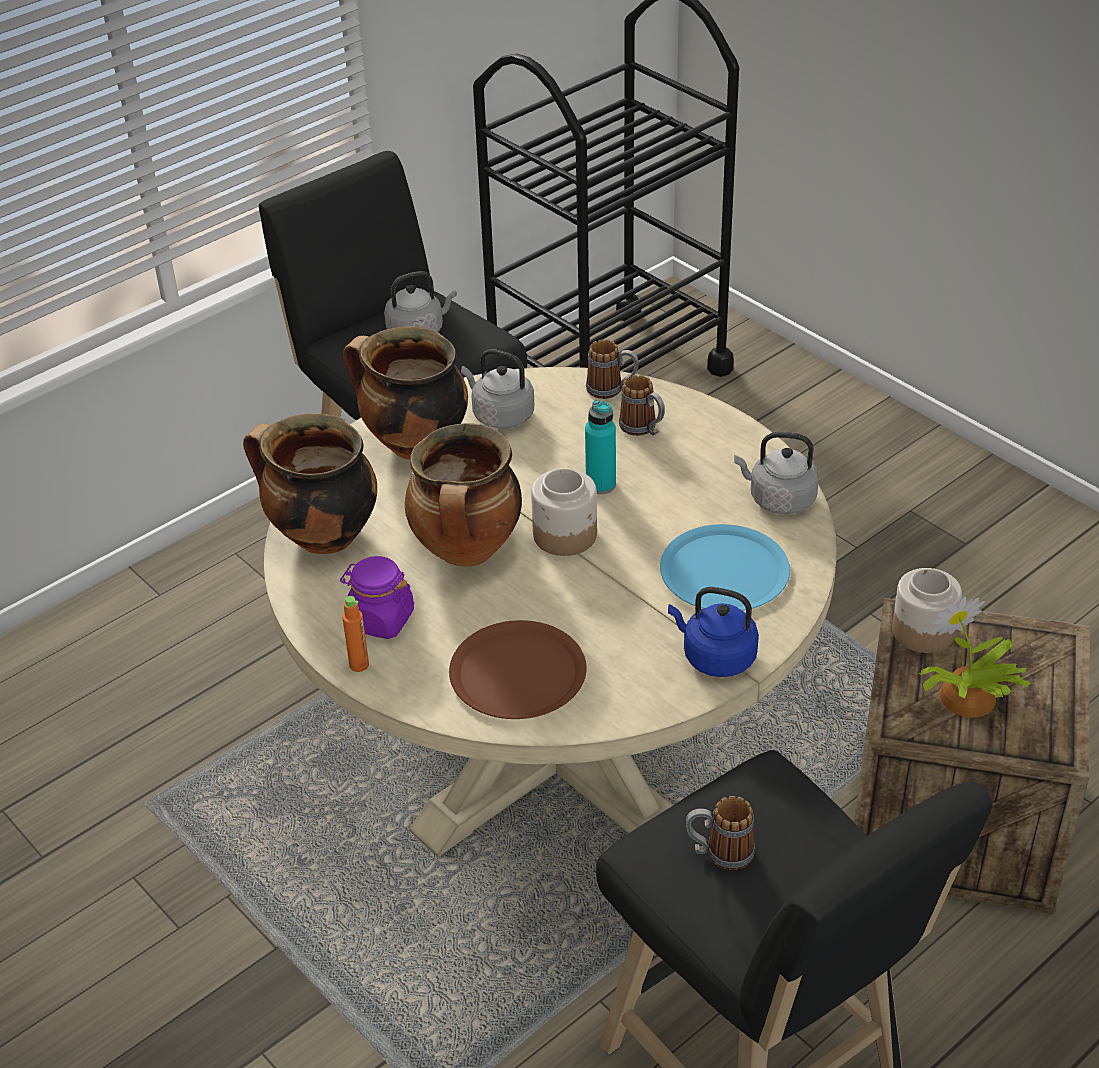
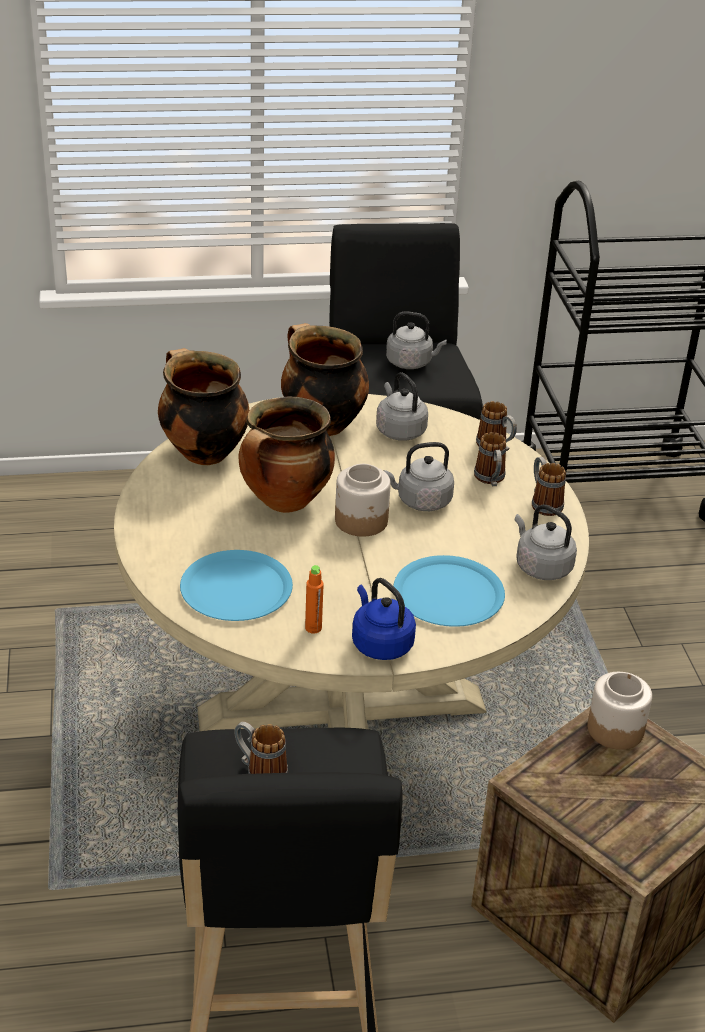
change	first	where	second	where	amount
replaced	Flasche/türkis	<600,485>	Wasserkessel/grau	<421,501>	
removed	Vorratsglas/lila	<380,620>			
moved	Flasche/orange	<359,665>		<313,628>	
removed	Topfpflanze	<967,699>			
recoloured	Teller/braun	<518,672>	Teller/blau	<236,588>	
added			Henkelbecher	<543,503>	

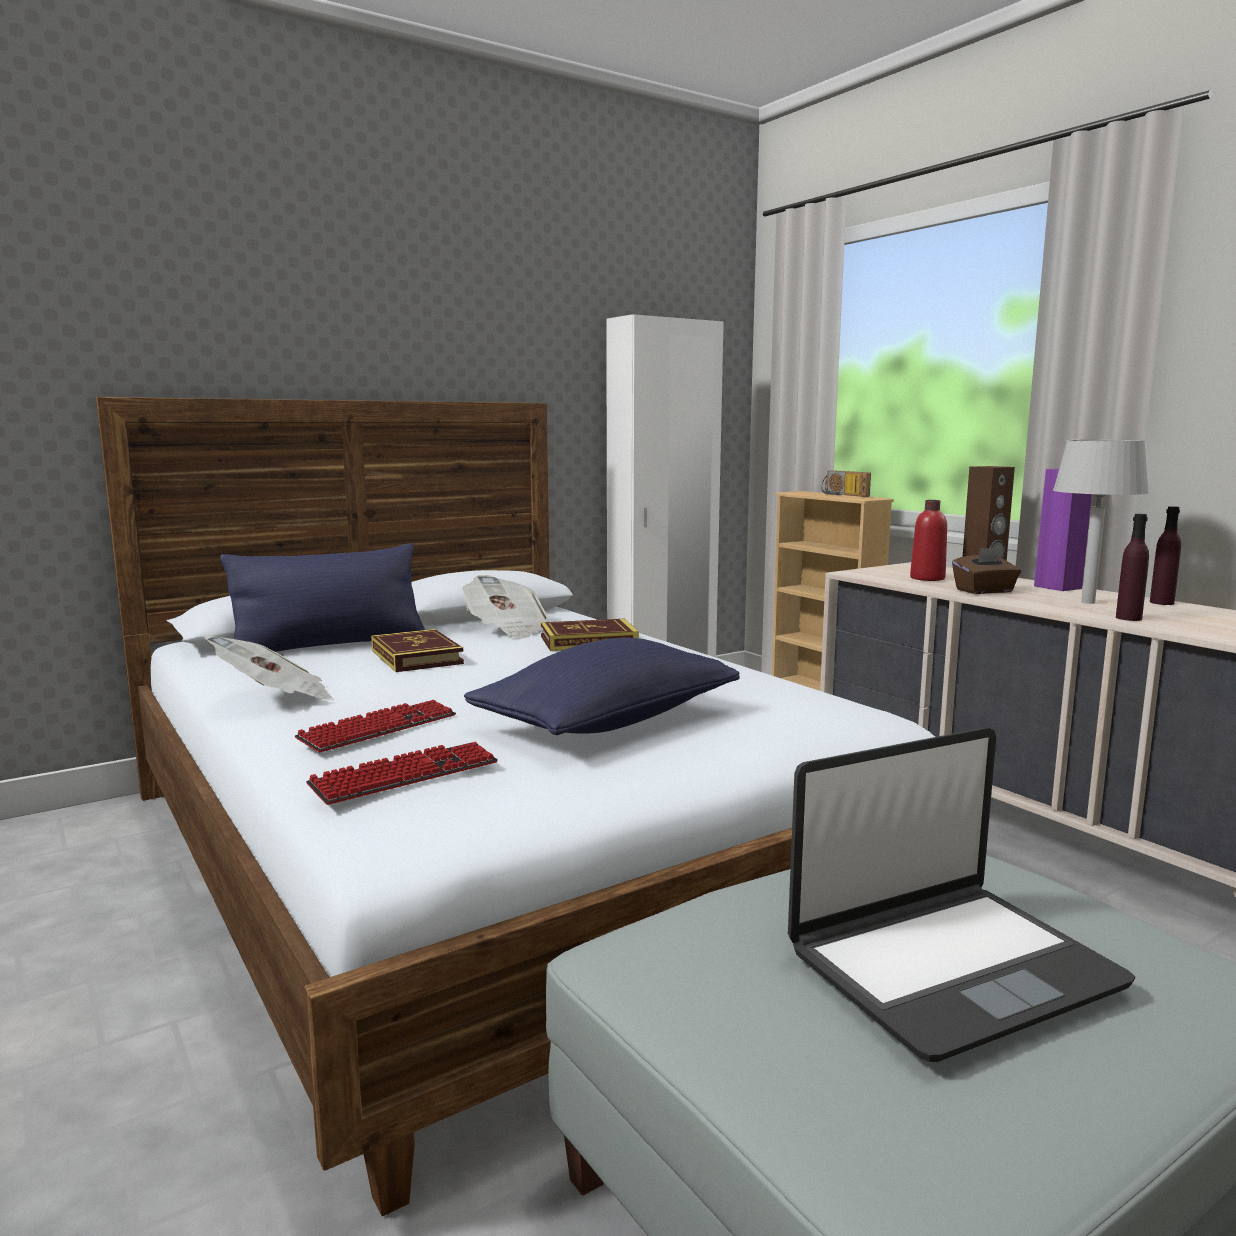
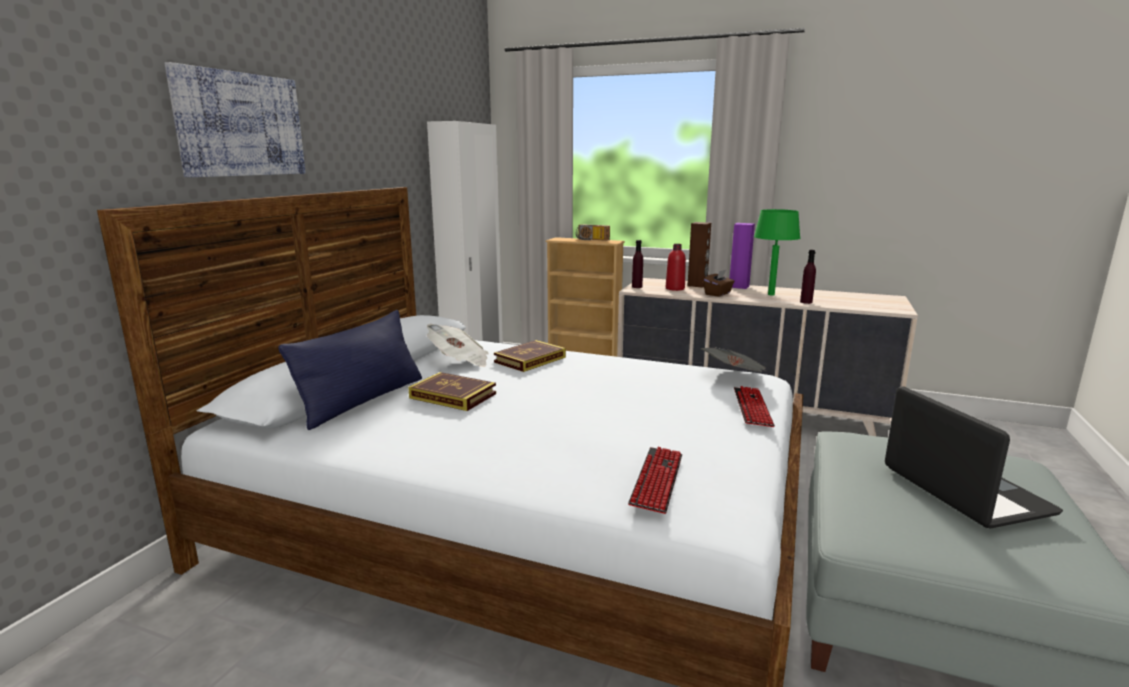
change	first	where	second	where	amount
recoloured	Tischlampe/grau	<1087,602>	Tischlampe/grün	<770,294>	
moved	Flasche/lila	<1161,602>		<637,287>	
moved	Zeitung	<275,699>		<734,377>	
removed	Kissen/blau	<607,723>			
moved	Tastatur	<379,728>		<752,408>	
turned	Laptop	<950,967>		<964,491>	45 degrees counterclockwise
added			Bild	<240,124>	

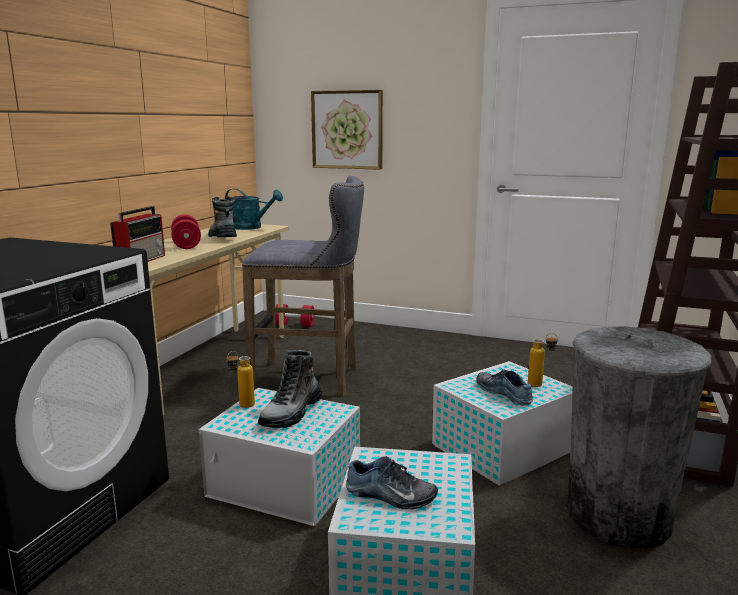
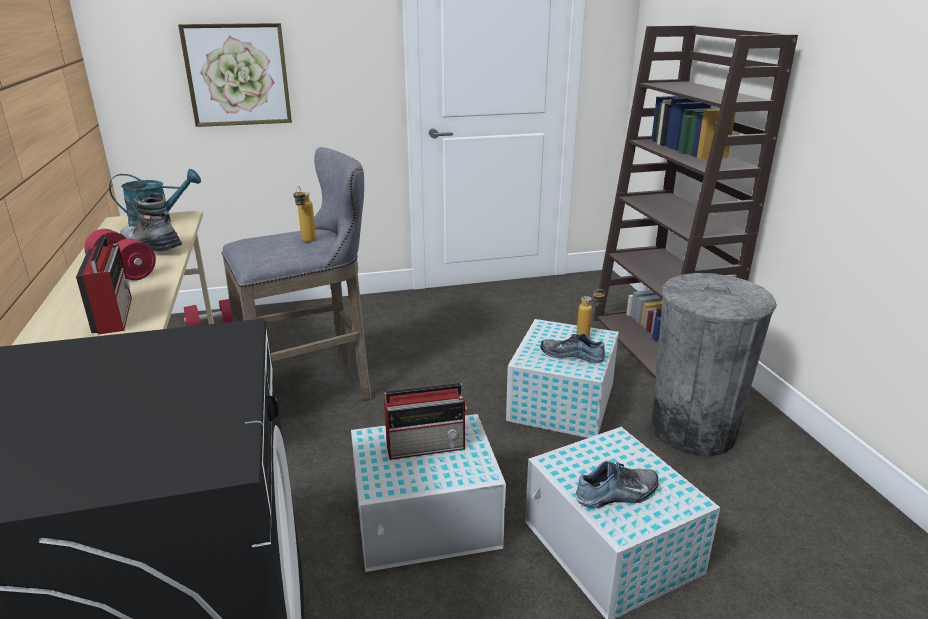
change	first	where	second	where	amount
replaced	Stiefel	<292,413>	Radio	<427,446>	
moved	Flasche	<241,407>		<306,241>	

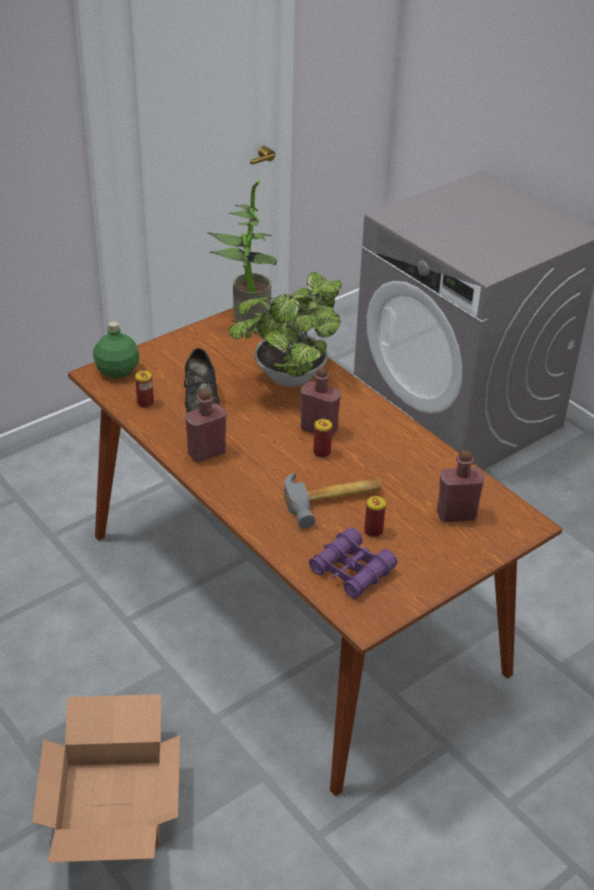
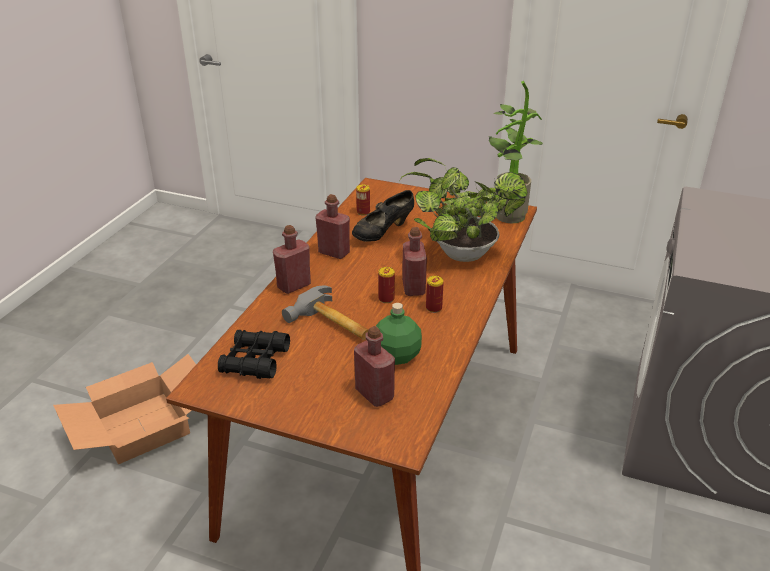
change	first	where	second	where	amount
moved	Flasche/grün	<116,371>		<396,355>	
moved	Dose	<373,531>		<434,308>	
recoloured	Fernglas/lila	<352,571>	Fernglas/schwarz	<255,361>	
added			Flasche/rot	<294,286>	

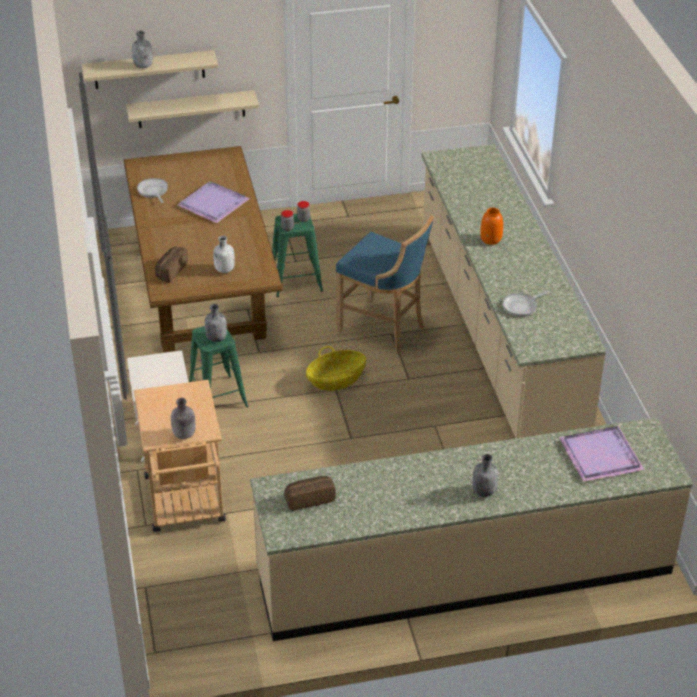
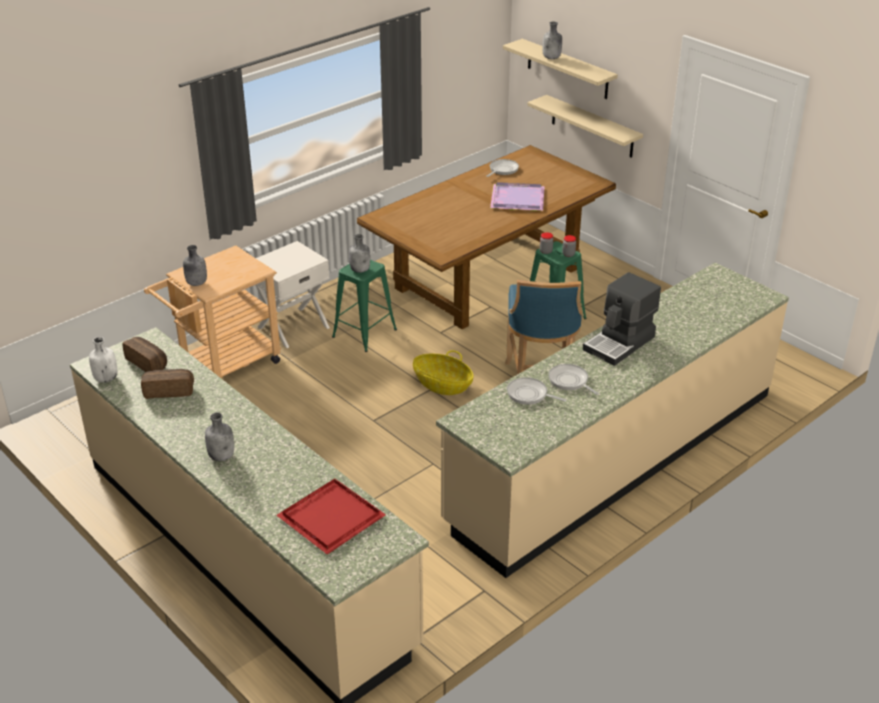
change	first	where	second	where	amount
replaced	Vase/orange	<491,239>	Kaffeemaschine	<620,343>	
moved	Flasche/weiß	<224,270>		<106,378>	
moved	Brot	<170,270>		<169,390>	
recoloured	Tablett/lila	<600,456>	Tablett/rot	<329,517>	
added			Pfanne	<570,381>	

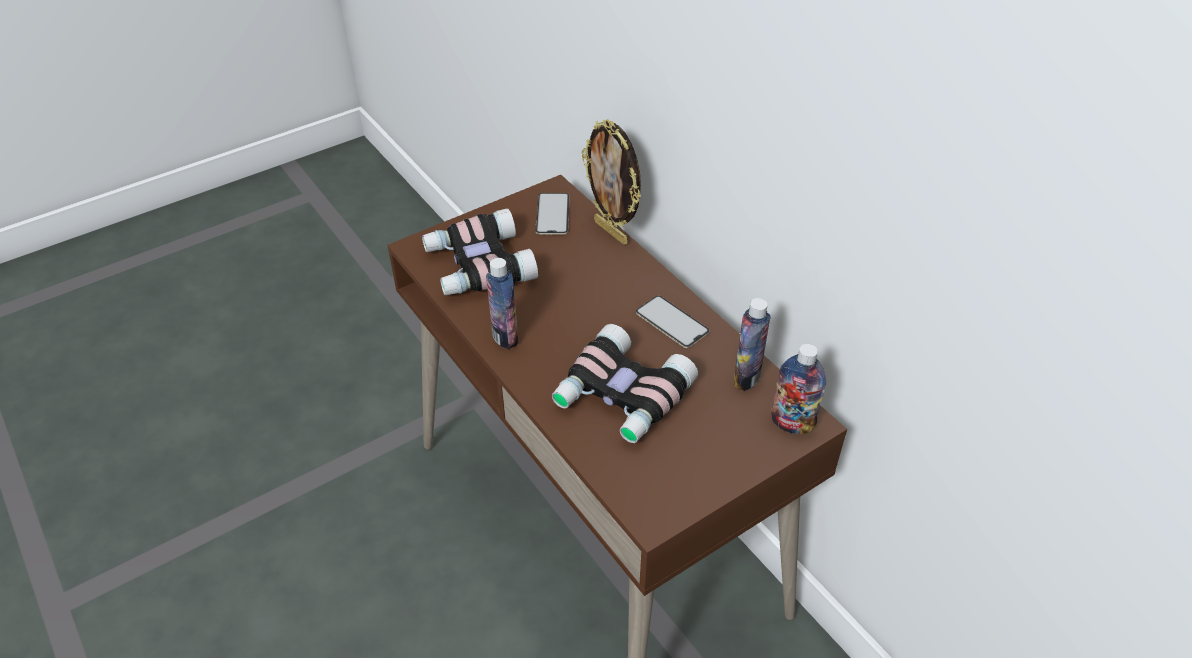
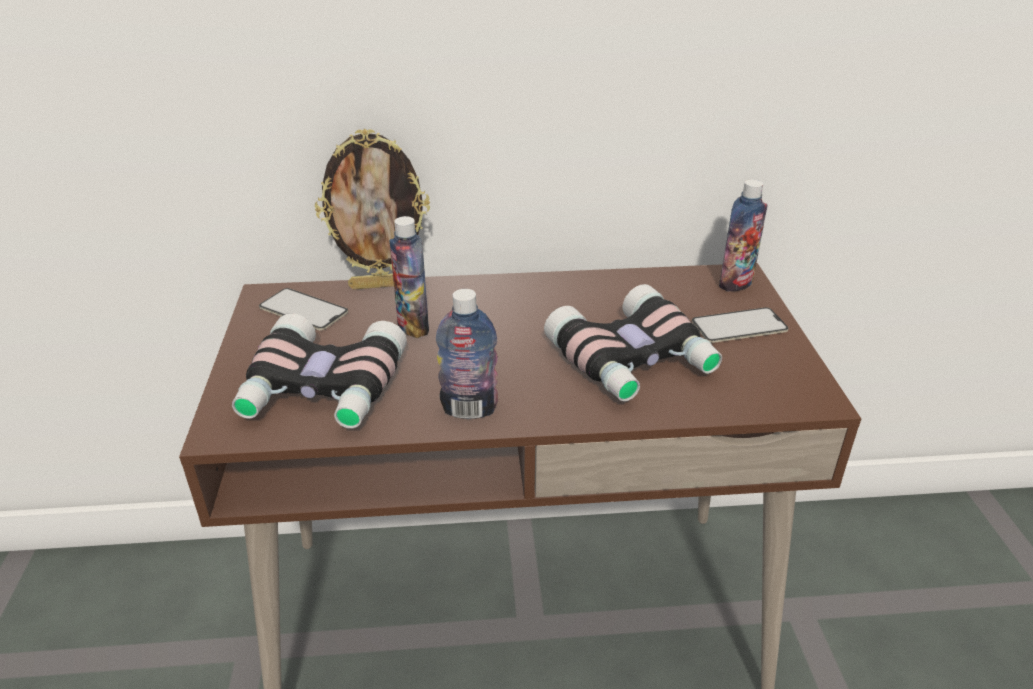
change	first	where	second	where	amount
moved	Handy	<672,322>		<739,326>	
moved	Flasche	<746,377>		<413,326>	

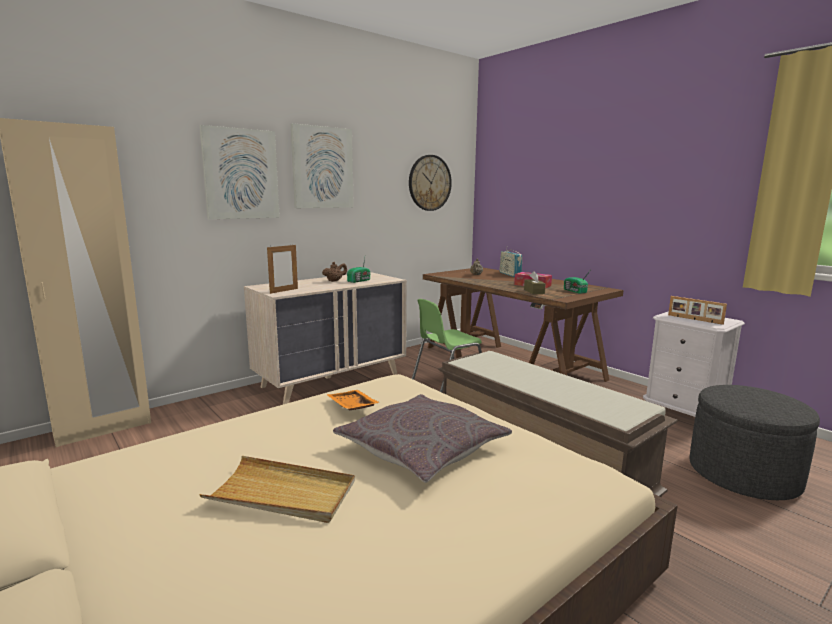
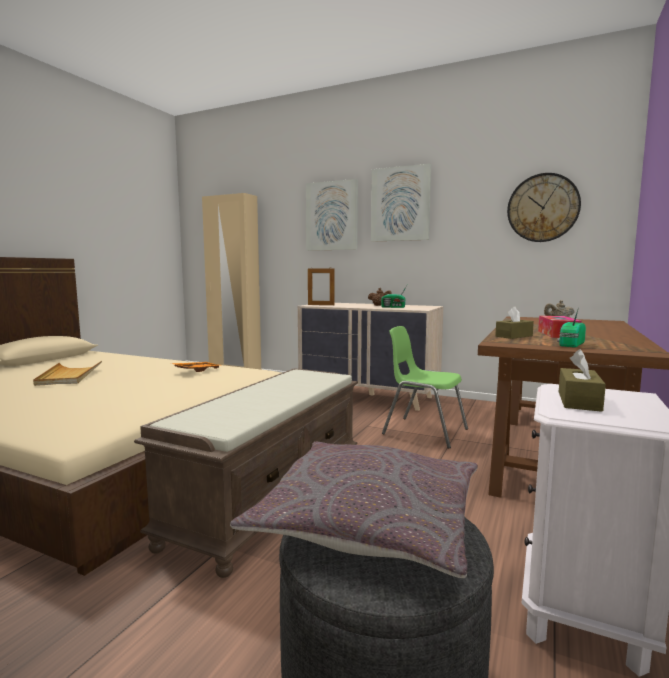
change	first	where	second	where	amount
removed	Radio	<510,274>			
replaced	Bilderrahmen	<694,319>	Taschentuchbox/braun	<579,401>	
moved	Kissen/grau	<422,449>		<369,520>	

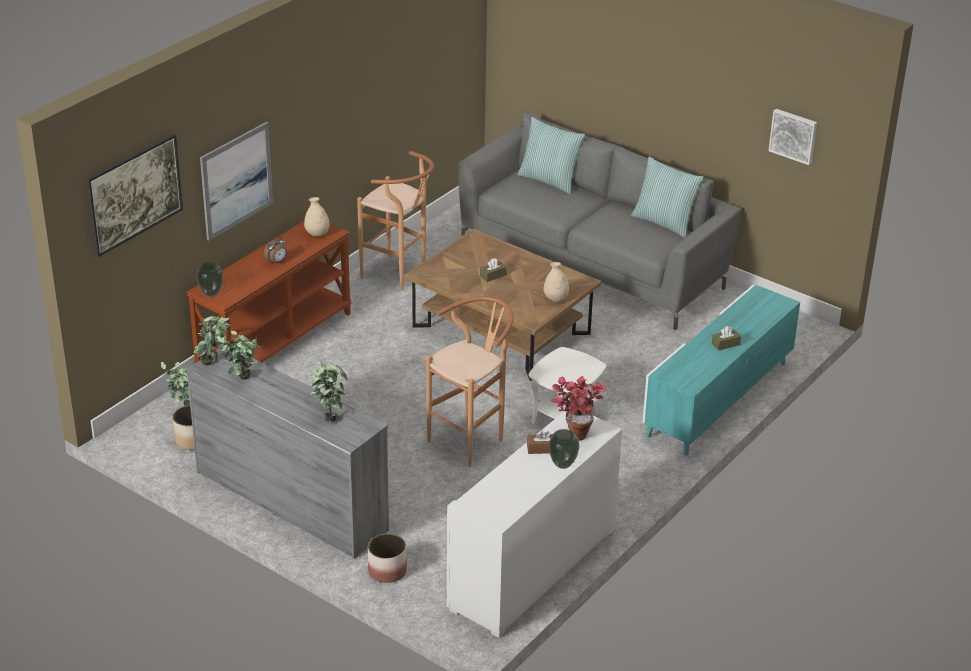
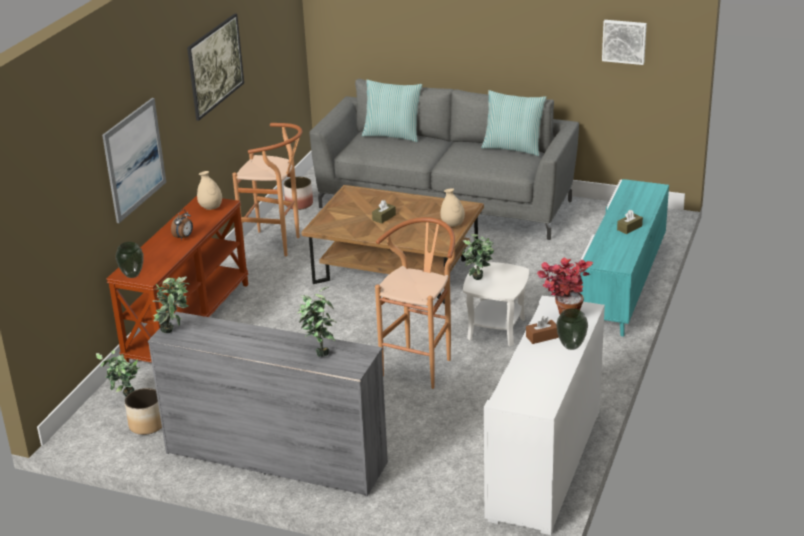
change	first	where	second	where	amount
moved	Bild	<137,213>		<217,83>	
moved	Topfpflanze	<242,381>		<478,281>	
moved	Pflanzkübel	<387,571>		<299,204>	

